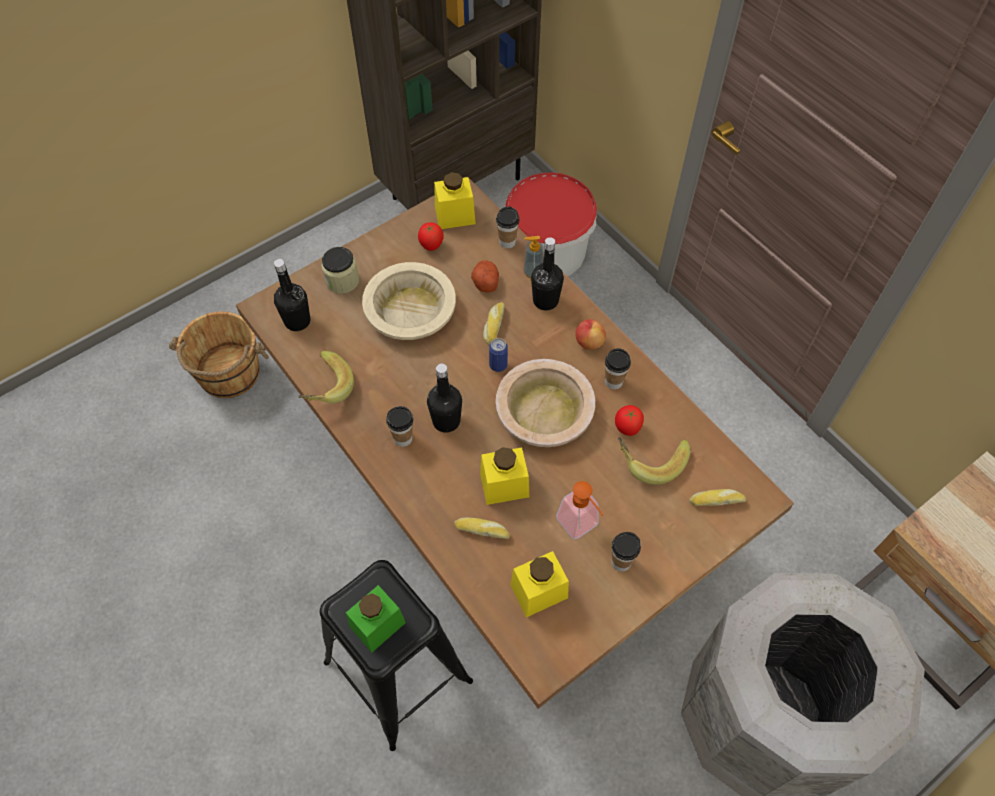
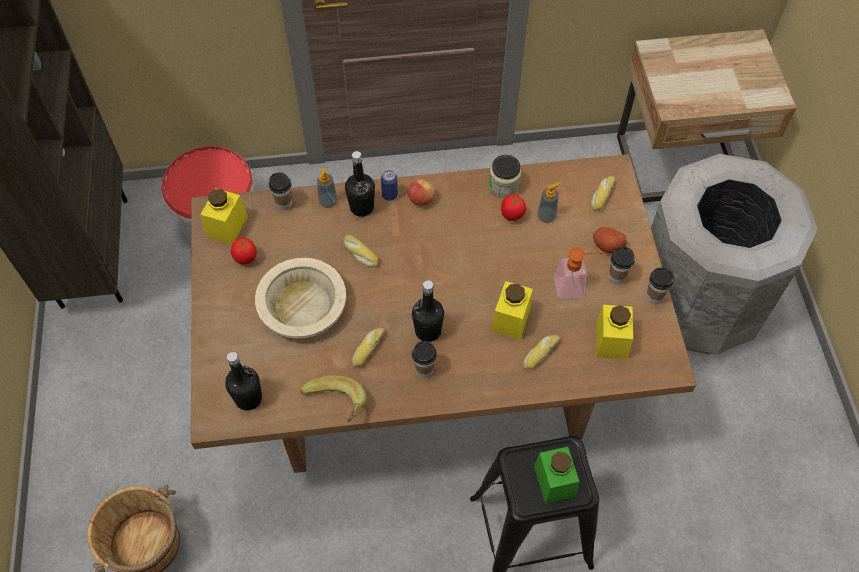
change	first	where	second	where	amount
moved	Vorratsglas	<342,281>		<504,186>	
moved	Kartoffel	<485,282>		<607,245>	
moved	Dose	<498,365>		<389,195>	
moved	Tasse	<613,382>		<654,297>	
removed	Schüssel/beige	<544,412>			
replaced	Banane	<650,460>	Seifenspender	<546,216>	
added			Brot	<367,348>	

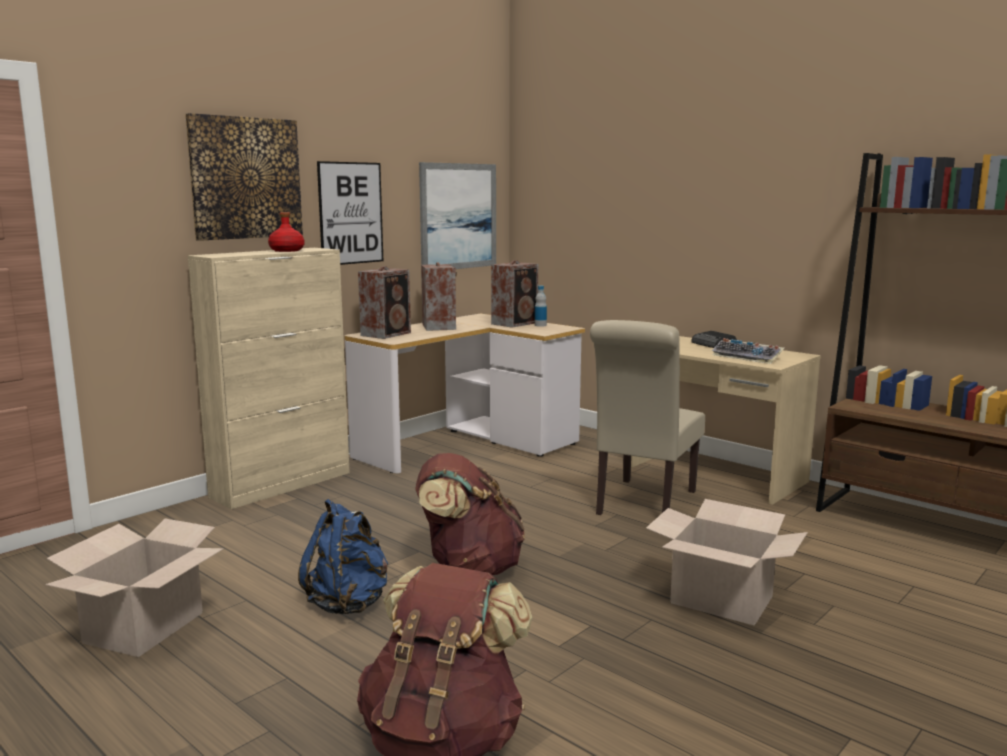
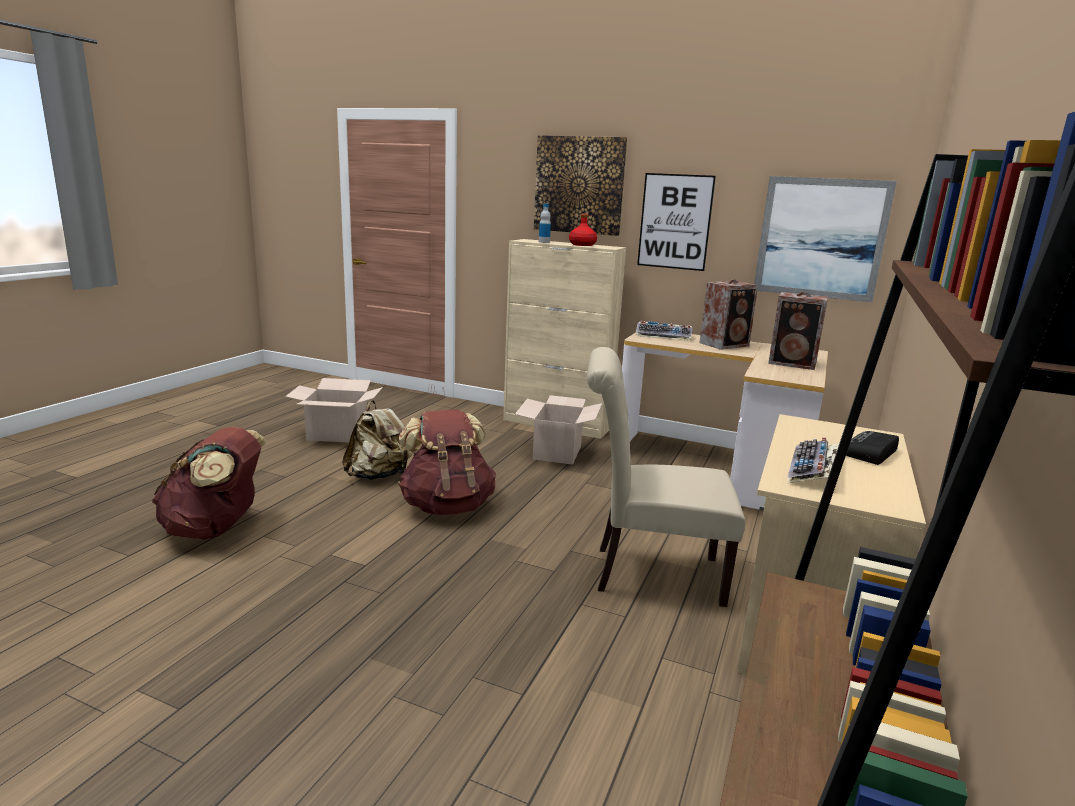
change	first	where	second	where	amount
replaced	Lautsprecher	<387,334>	Tastatur	<664,335>	
moved	Flasche	<540,325>		<544,242>	
recoloured	Rucksack/blau	<348,603>	Rucksack/beige	<379,476>	
moved	Karton	<722,600>		<558,452>	

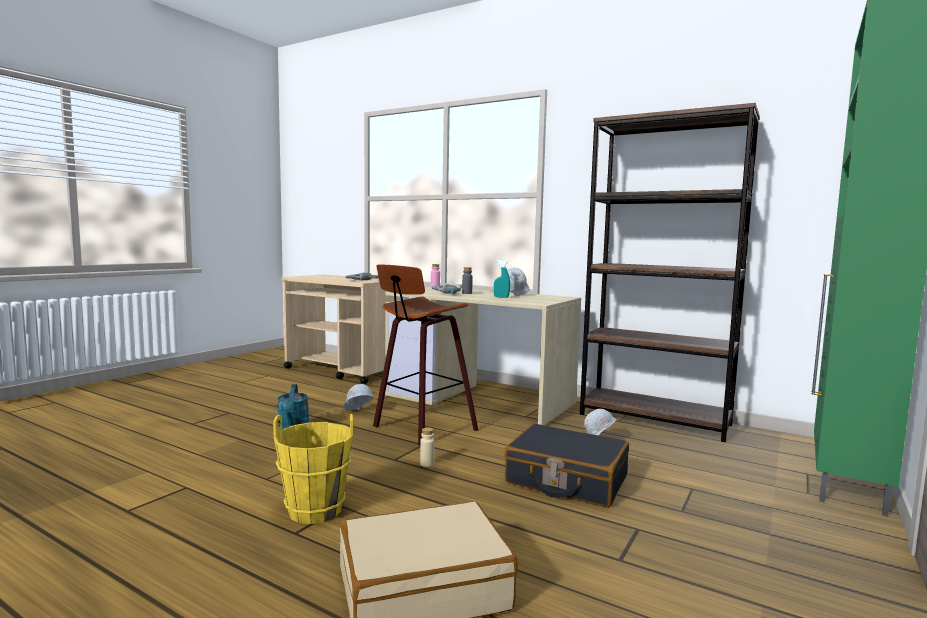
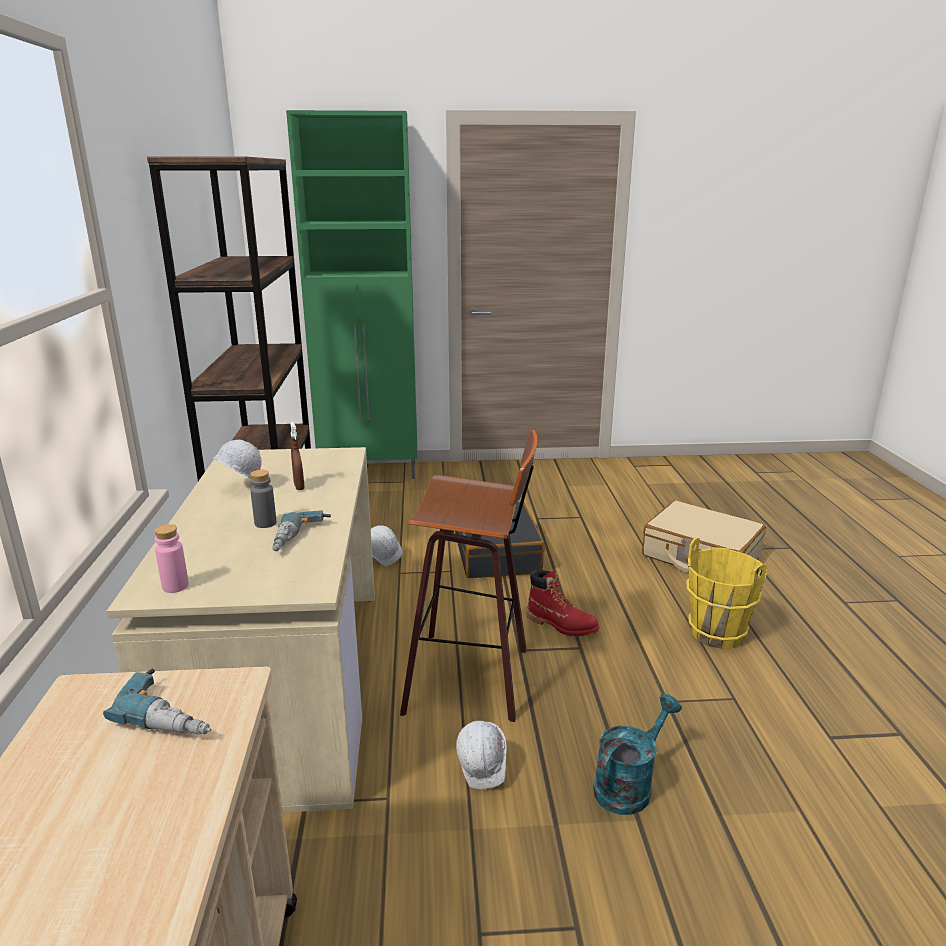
change	first	where	second	where	amount
recoloured	Sprühflasche/türkis	<501,297>	Sprühflasche/braun	<299,486>	
replaced	Flasche/beige	<427,464>	Stiefel/rot	<561,624>	

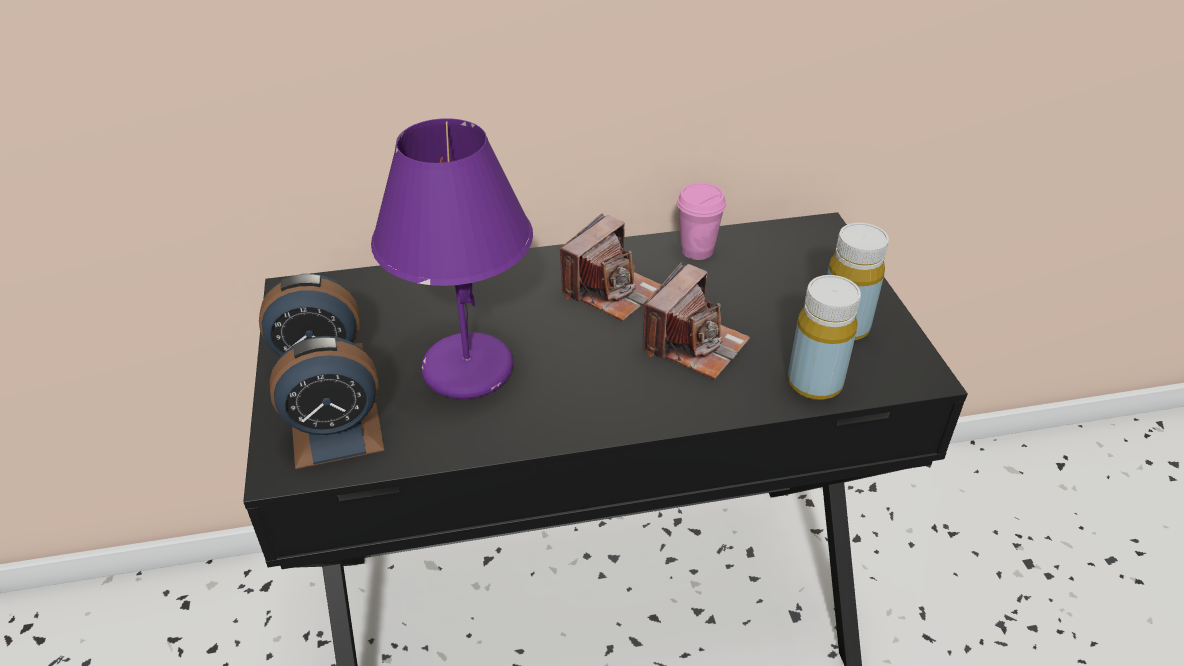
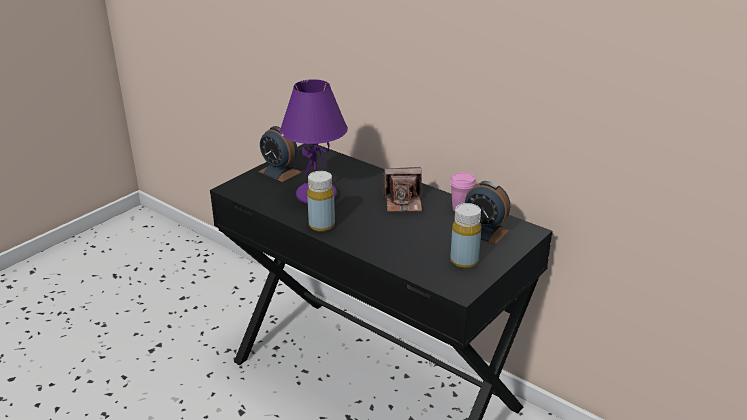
change	first	where	second	where	amount
removed	Kamera	<694,344>			
moved	Flasche/gelb	<814,383>		<321,225>	
moved	Wecker	<337,435>		<485,231>	

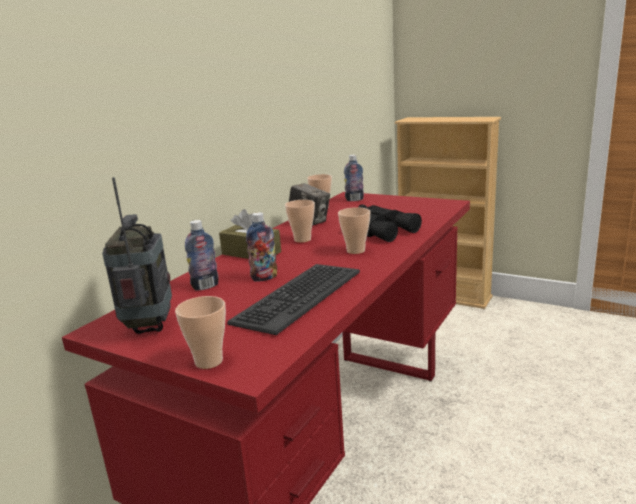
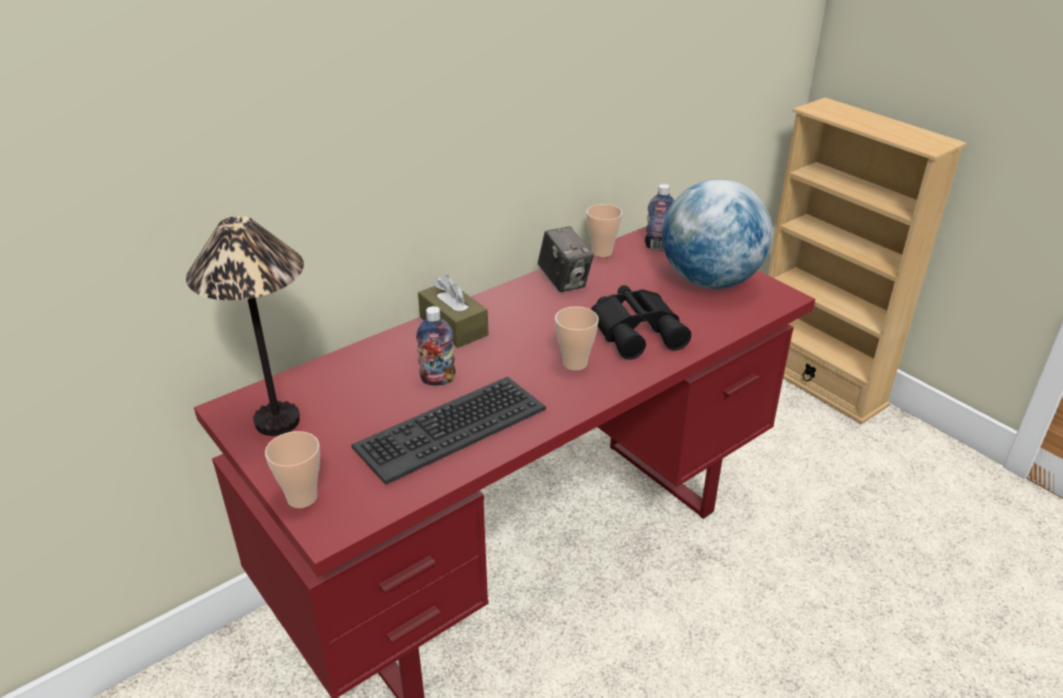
change	first	where	second	where	amount
replaced	Radio	<149,326>	Tischlampe	<278,421>	
removed	Tasse	<302,239>			
removed	Flasche	<205,286>			
added			Globus	<710,281>	

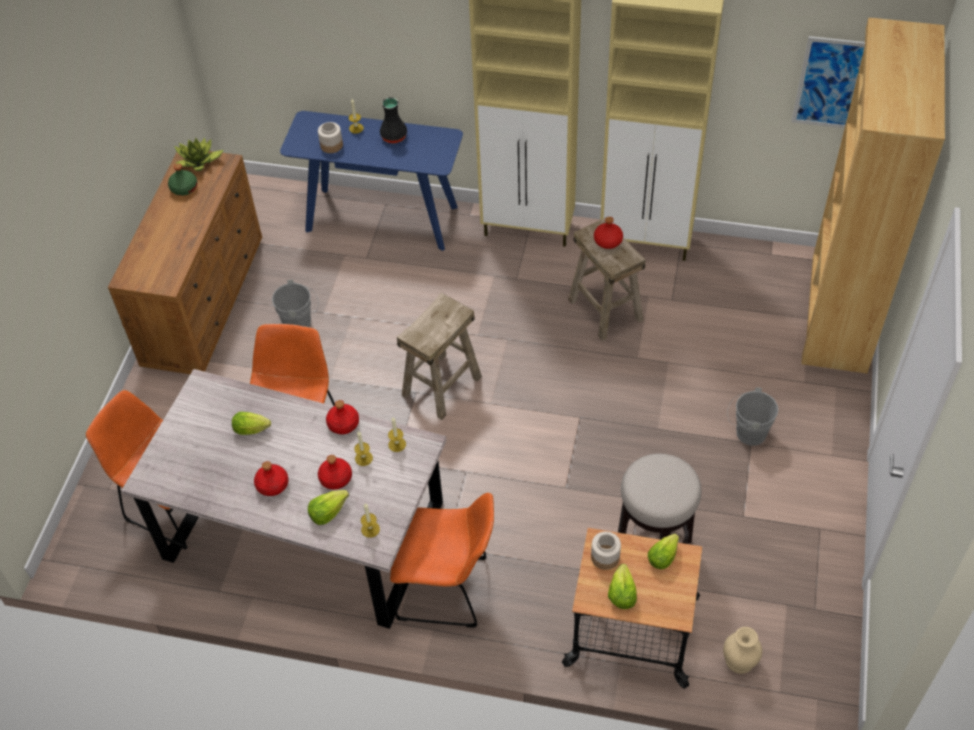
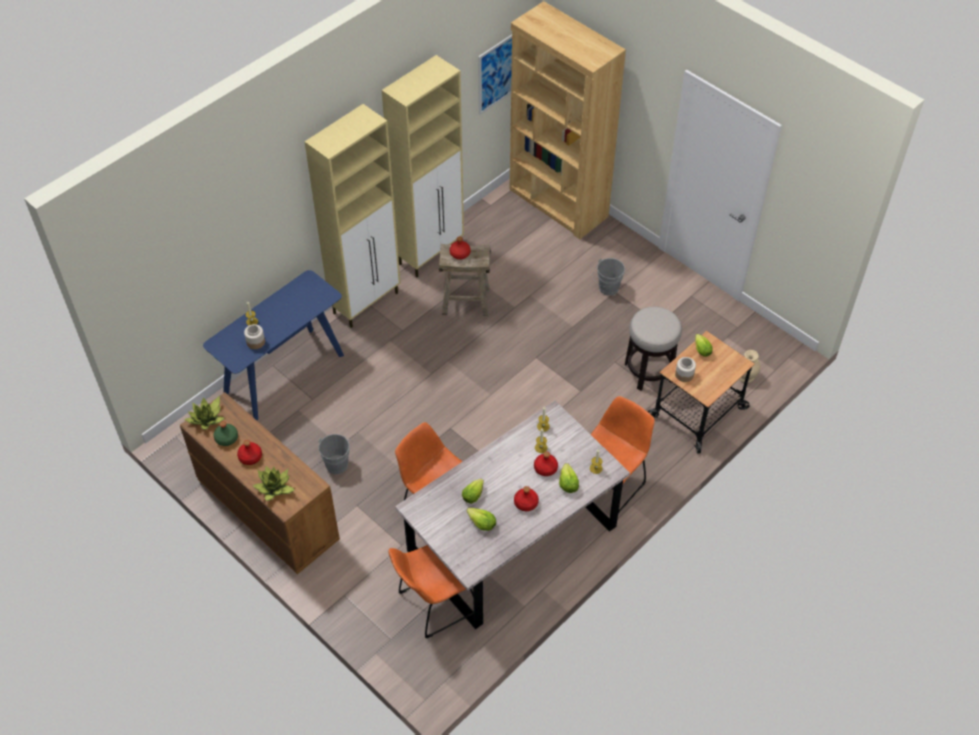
change	first	where	second	where	amount
removed	Vase/schwarz	<393,137>			
removed	Hocker/beige	<441,385>			
moved	Flasche/rot	<343,424>		<251,457>	
moved	Salatkopf	<621,593>		<481,523>	
added			Topfpflanze	<274,488>	

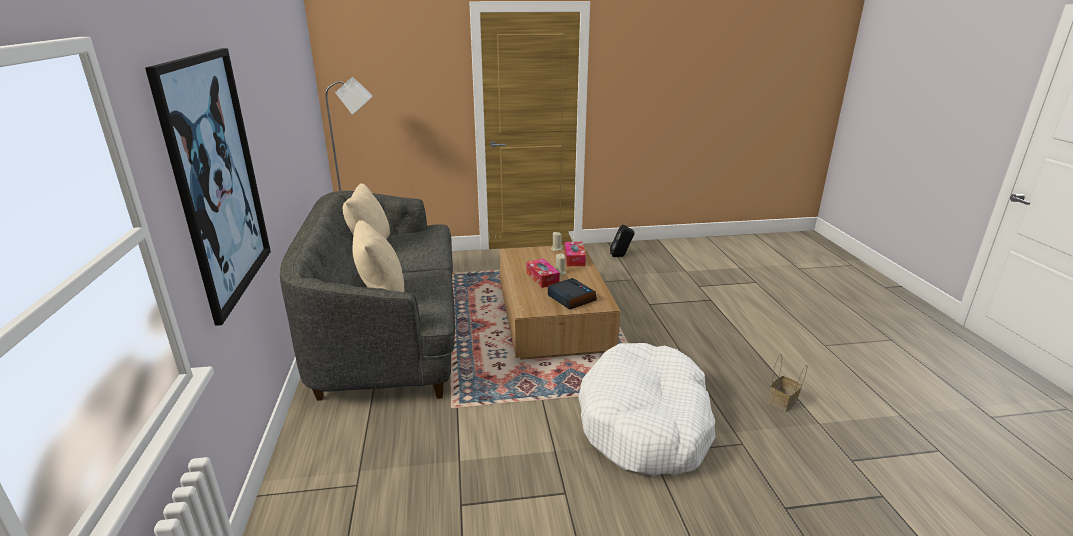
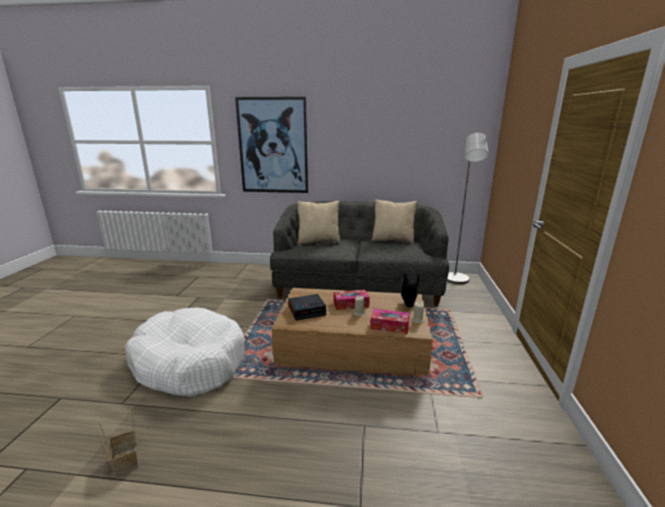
change	first	where	second	where	amount
moved	Lautsprecher/schwarz	<621,256>		<409,307>	

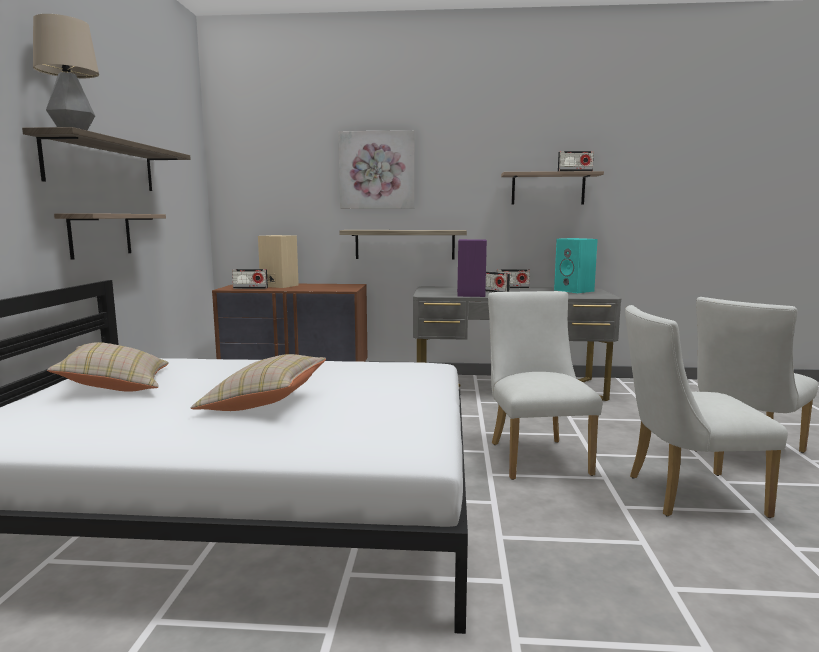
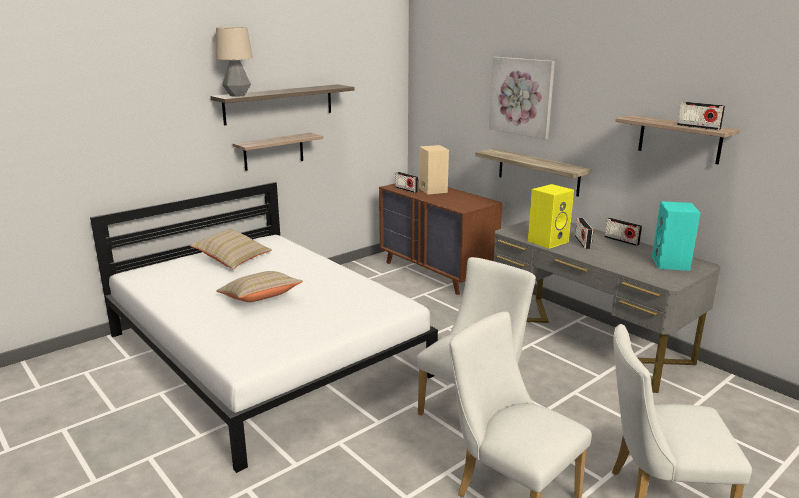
change	first	where	second	where	amount
recoloured	Lautsprecher/lila	<470,294>	Lautsprecher/gelb	<548,241>	

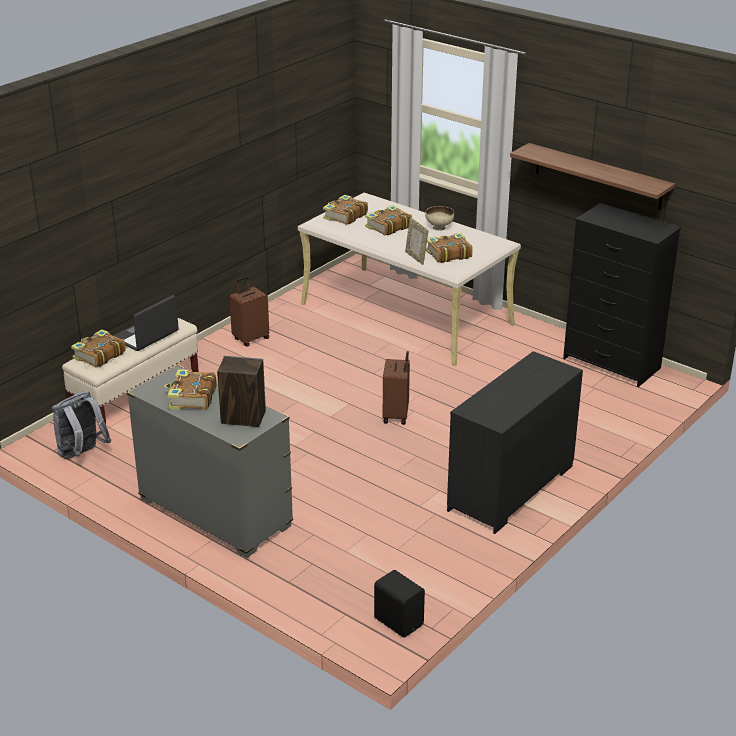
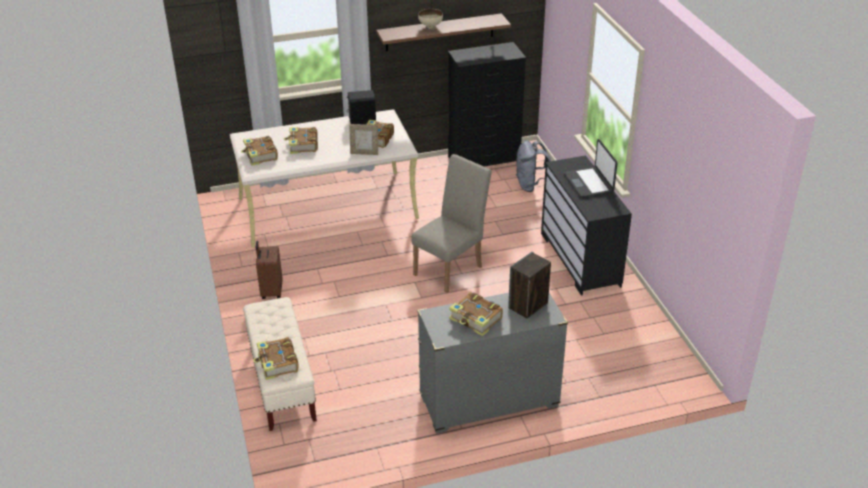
change	first	where	second	where	amount
moved	Schüssel/beige	<439,228>		<430,27>	
moved	Laptop	<146,336>		<589,183>	
replaced	Koffer/braun	<396,415>	Stuhl/beige	<451,268>	
moved	Rucksack/grau	<82,454>		<531,185>	
moved	Lautsprecher/schwarz	<399,621>		<362,121>	

